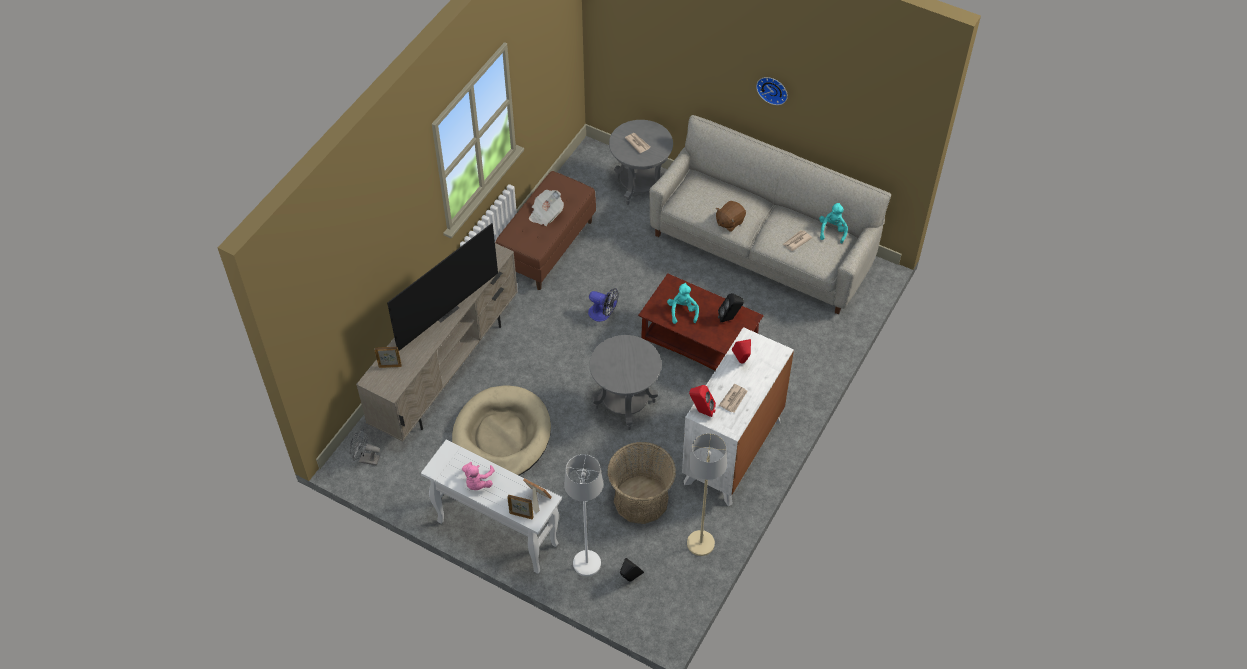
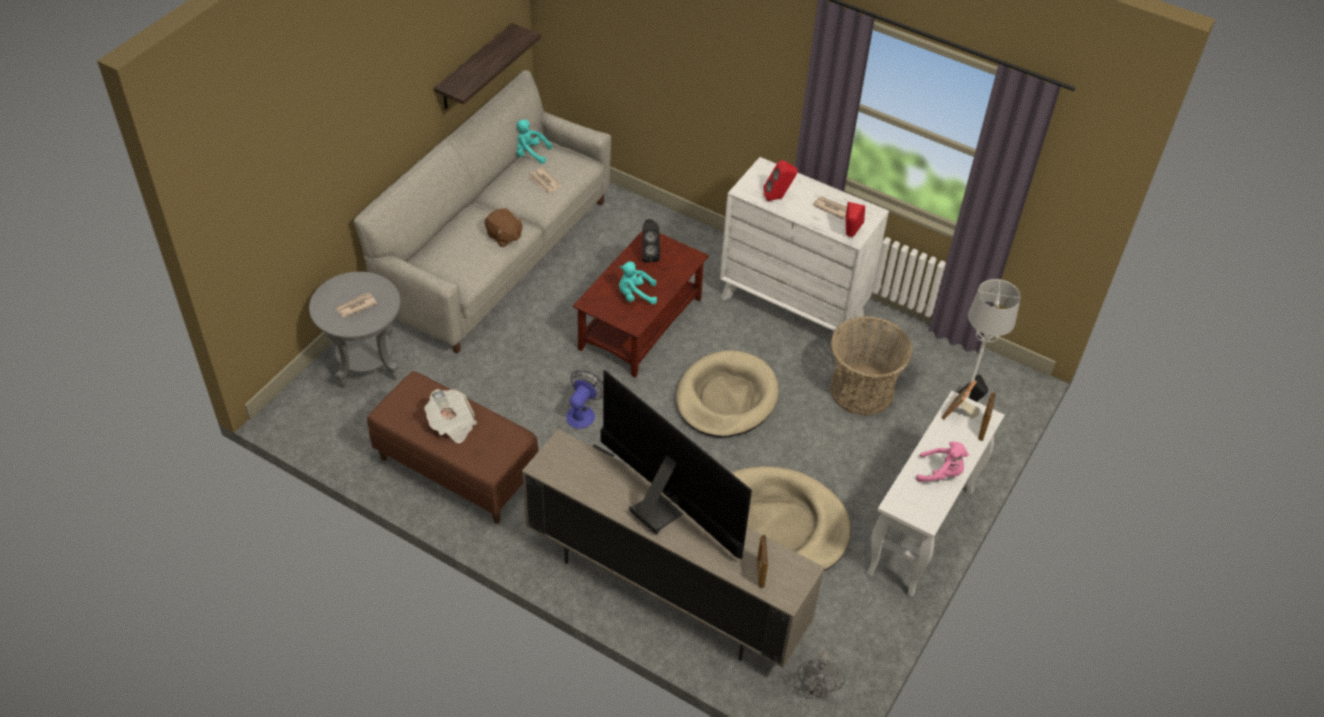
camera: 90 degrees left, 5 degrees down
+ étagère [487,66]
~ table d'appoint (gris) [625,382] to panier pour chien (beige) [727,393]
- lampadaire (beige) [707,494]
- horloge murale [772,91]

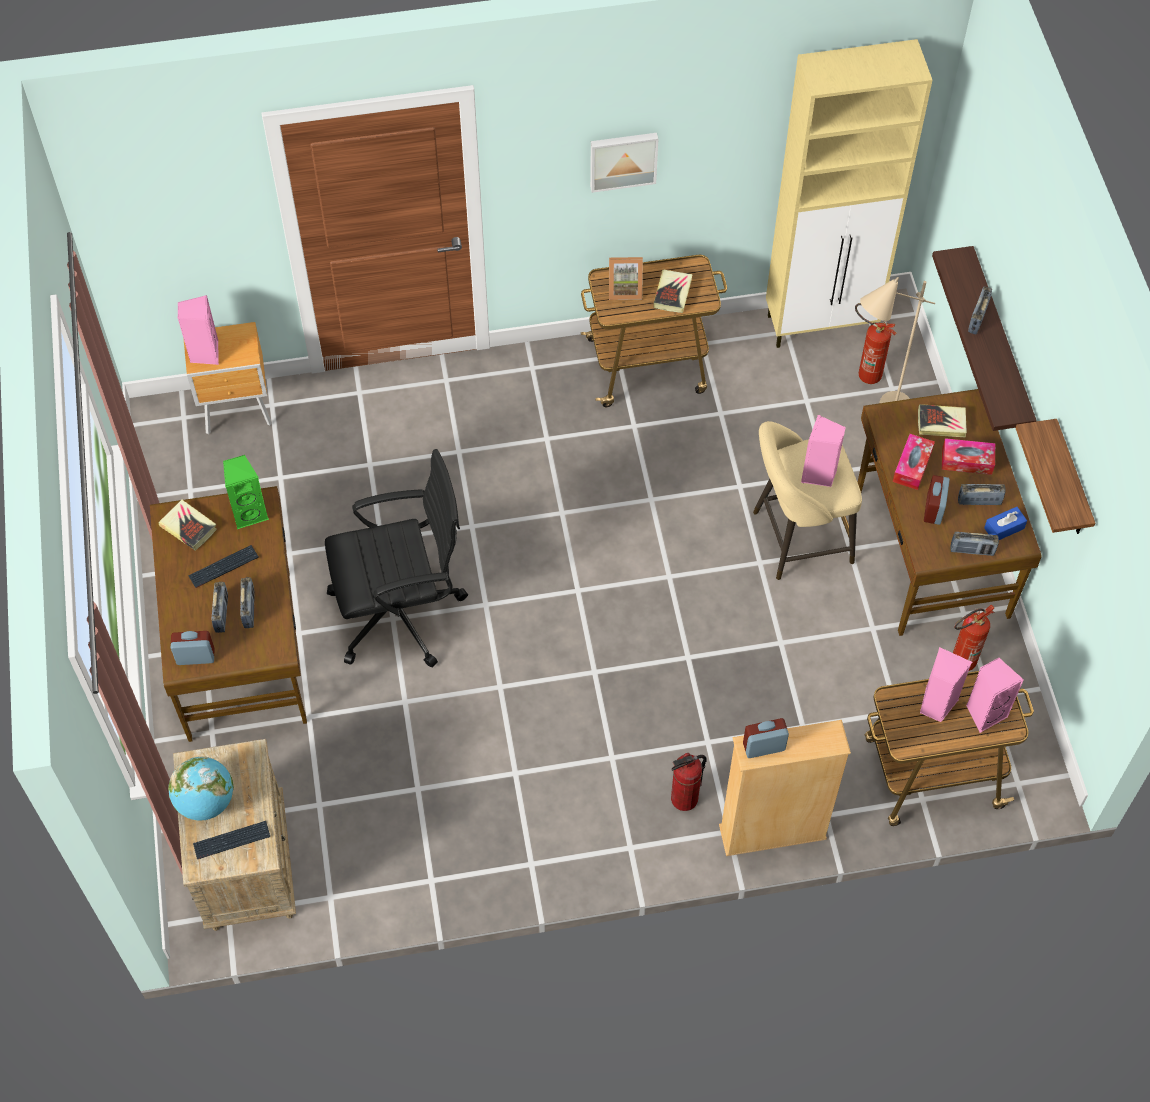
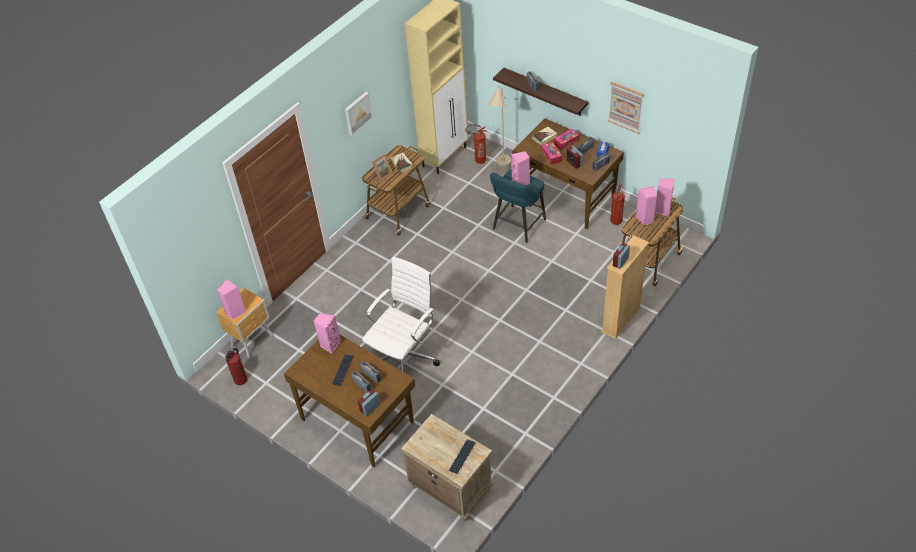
camera: 40 degrees left, 10 degrees down
~ extincteur [688,782] to [236,366]
~ enceinte (vert) [246,492] to enceinte (rose) [327,333]
~ chaise de bureau (noir) [396,558] to chaise de bureau (blanc) [401,314]
~ tabouret (beige) [807,500] to tabouret (turquoise) [518,206]
~ étagère [1055,476] to tableau [626,108]
- livre [188,525]
- globe [201,788]

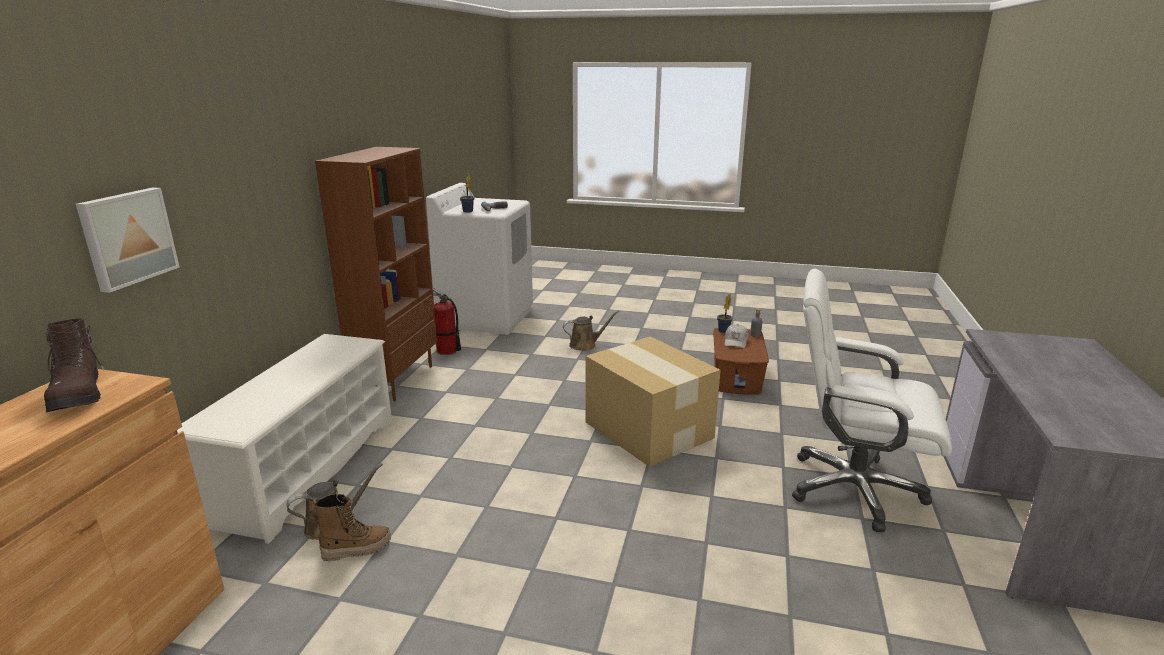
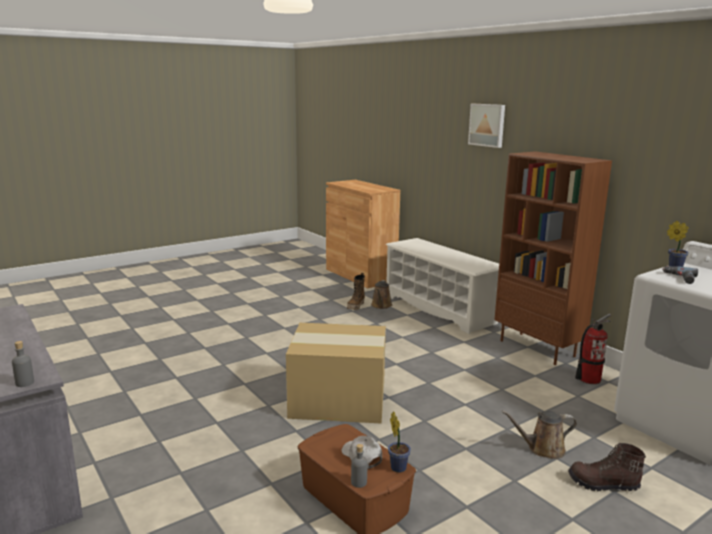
camera: 130 degrees right, 5 degrees down
+ bouteille (gris) [23,364]
~ tableau [128,240] to [486,126]
~ arrosoir (marron) [591,331] = [539,434] 60 degrees clockwise
~ botte (marron) [74,365] to [607,467]
- chaise de bureau (blanc) [872,400]

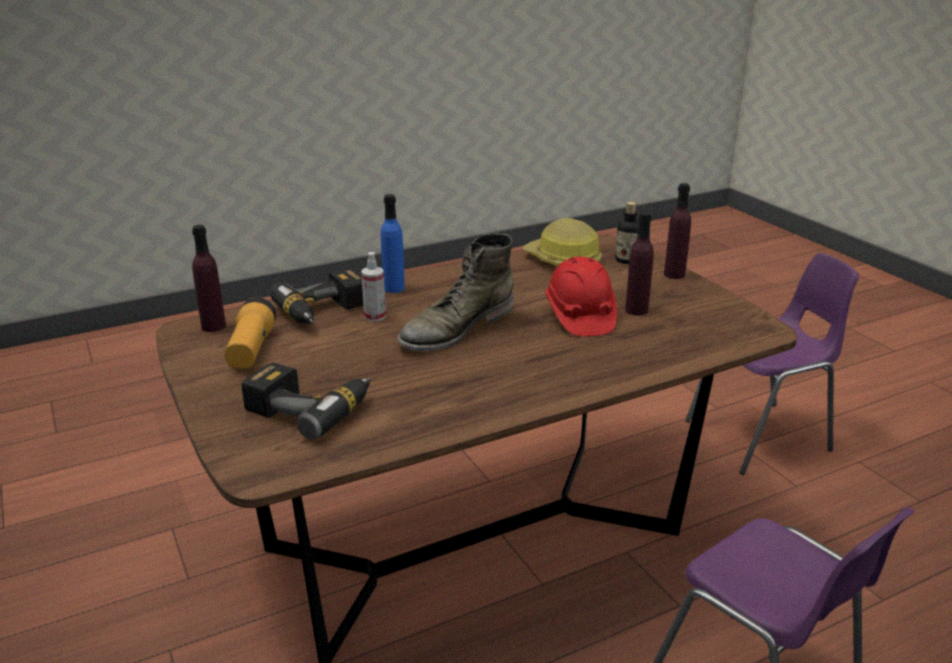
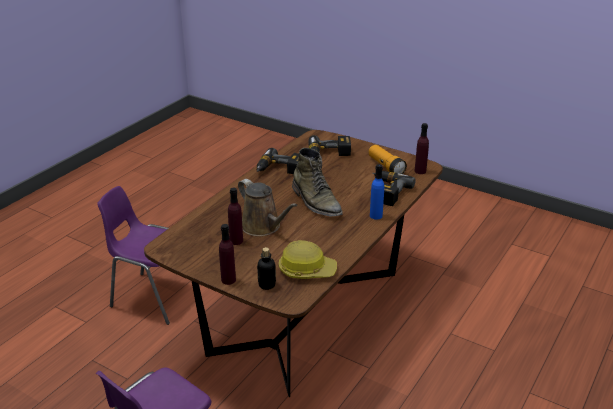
camera: 150 degrees right, 5 degrees up
~ casque de chantier (rouge) [581,297] to arrosoir (marron) [267,207]
+ perceuse [278,161]
~ botte (vert) [455,292] = [317,182] 135 degrees clockwise
- vaporisateur [373,287]

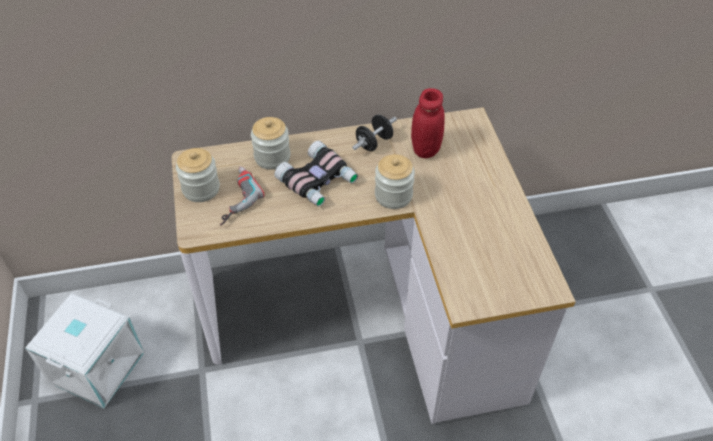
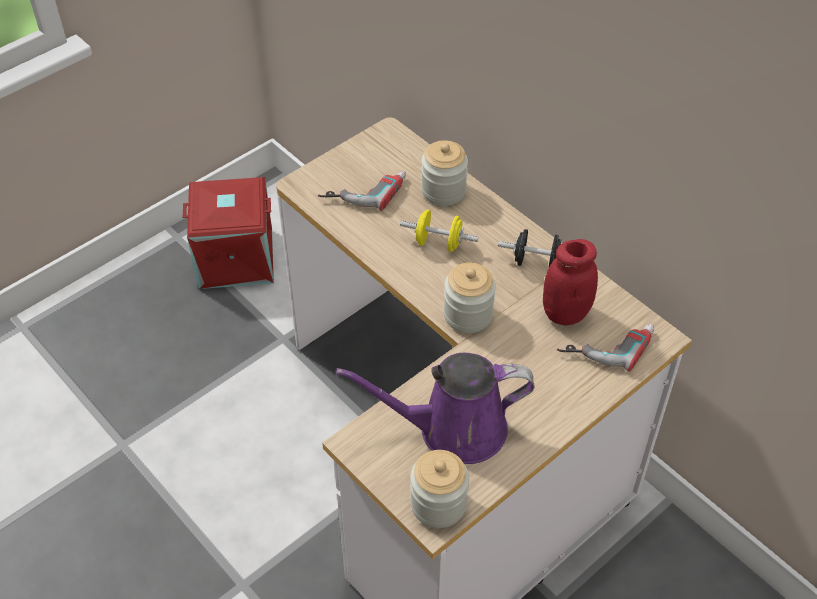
camera: 60 degrees right, 0 degrees up
~ boîte de rangement (blanc) [84,350] to boîte de rangement (rouge) [228,233]
+ arrosoir (violet) [435,408]
~ jumelles [316,174] to haltère (jaune) [439,231]
~ bocal [198,175] to [439,489]
+ perceuse [605,347]

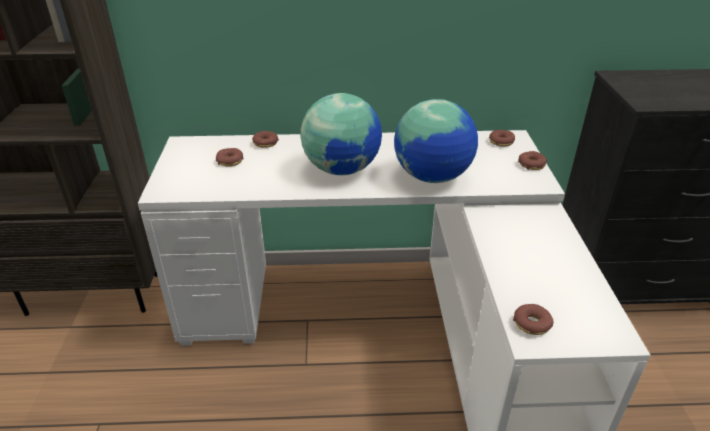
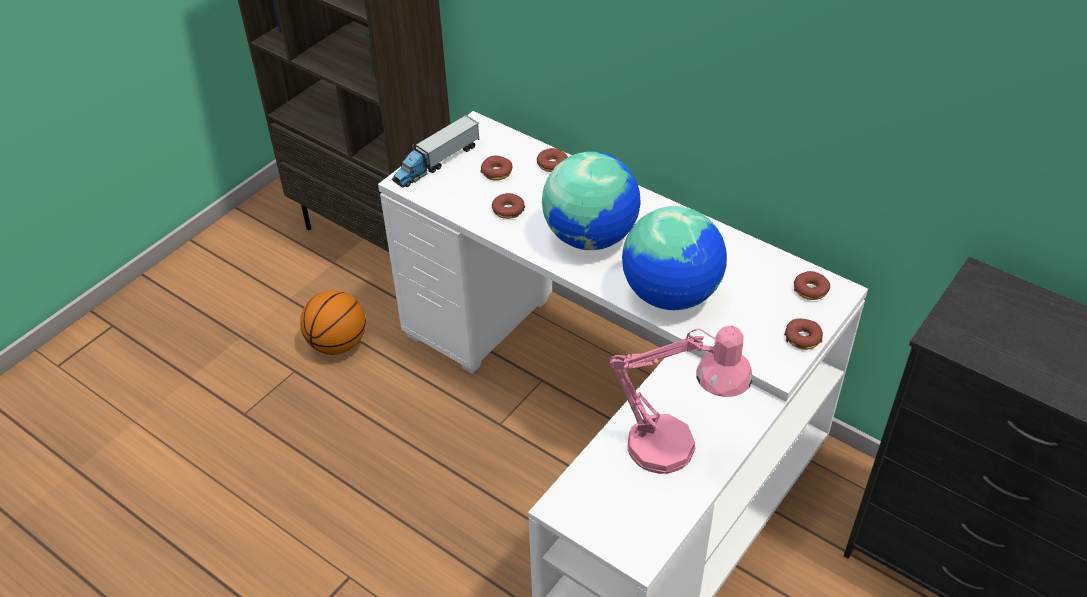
camera: 40 degrees right, 10 degrees up
+ ballon de basket [333,322]
+ camion jouet [436,151]
~ beignet [533,319] to [508,206]
+ lampe de table (rose) [680,399]

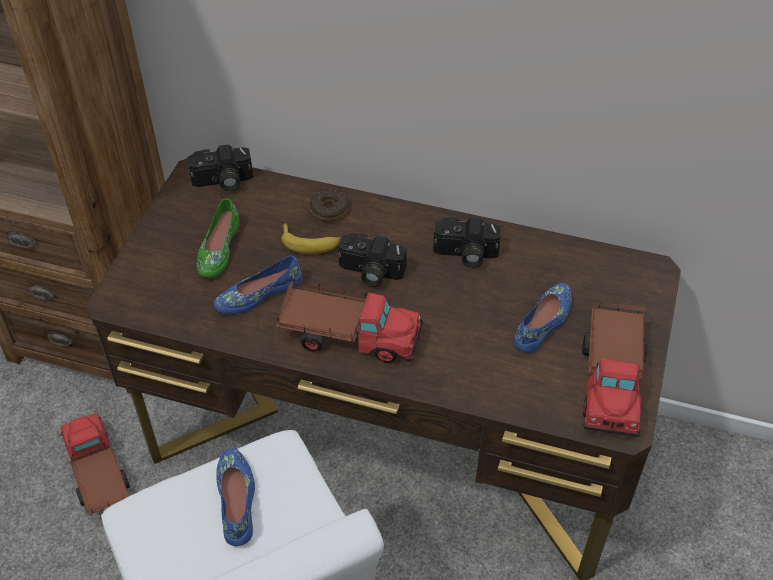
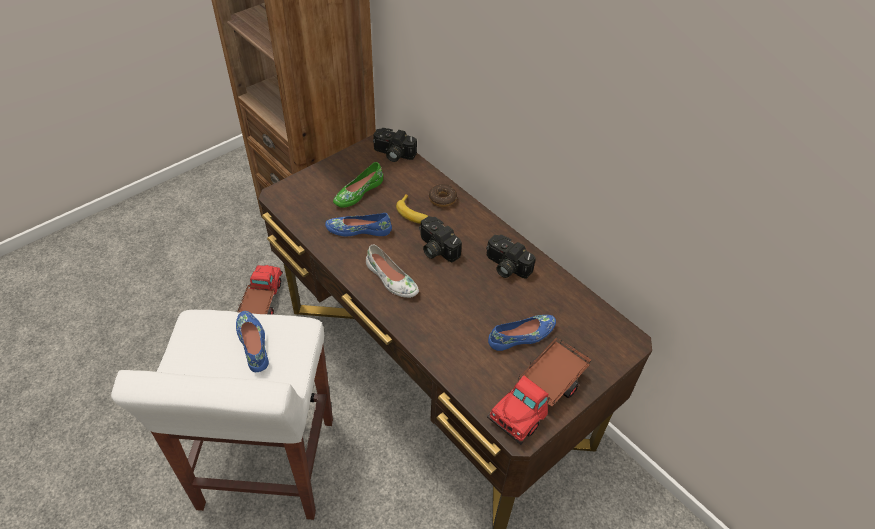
camera: 30 degrees right, 0 degrees up
~ chaussure (bleu) [235,497] = [252,341] 45 degrees counterclockwise
~ camion jouet [349,321] to chaussure (blanc) [392,271]

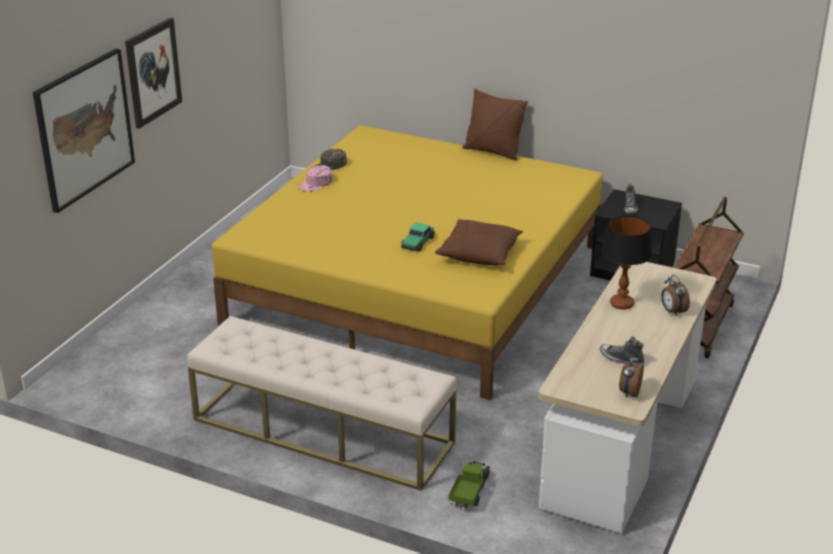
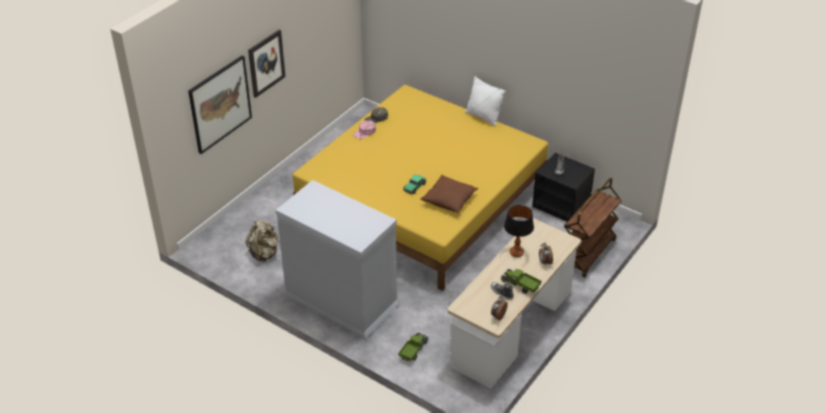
camera: 10 degrees right, 10 degrees up
+ sac à dos (beige) [262,241]
~ banc (beige) [321,403] to commode (blanc) [337,260]
~ coussin (marron) [495,124] to coussin (blanc) [485,101]
+ camion jouet [521,281]

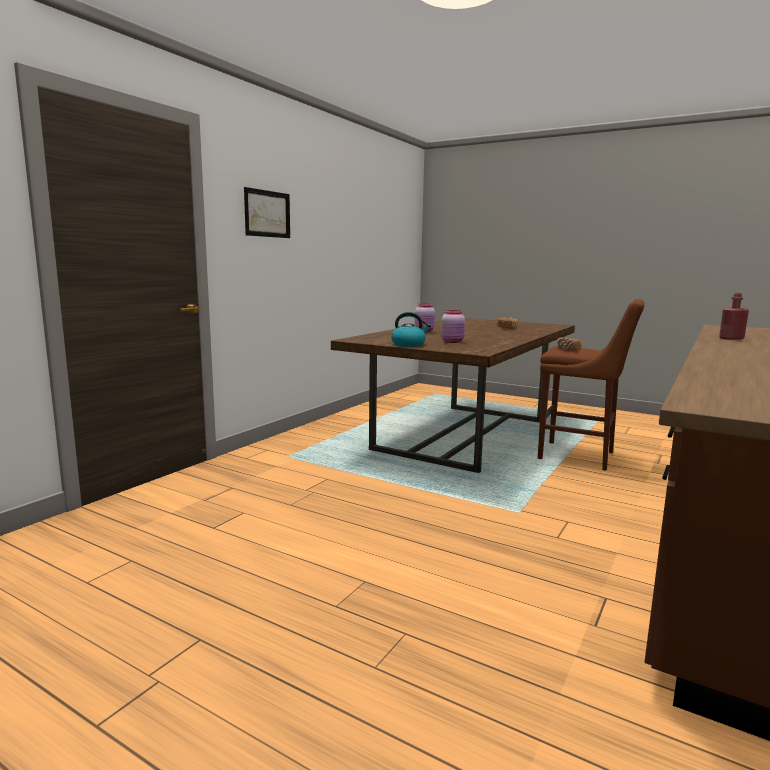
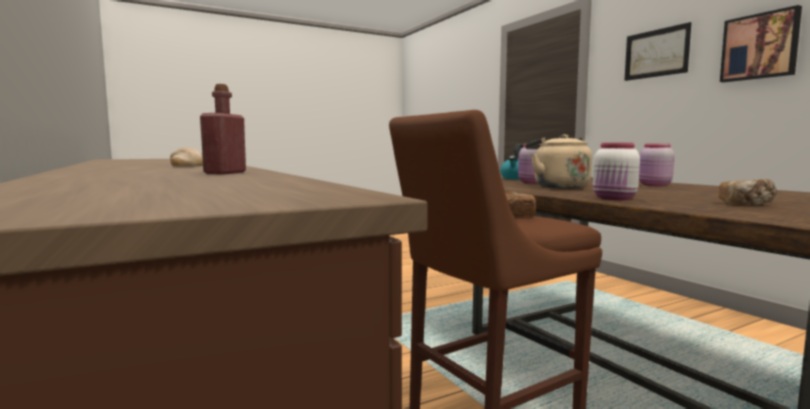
camera: 120 degrees right, 5 degrees down
+ pain [186,157]
+ bouilloire (beige) [558,161]
+ bocal (blanc) [616,171]
+ tableau [761,43]

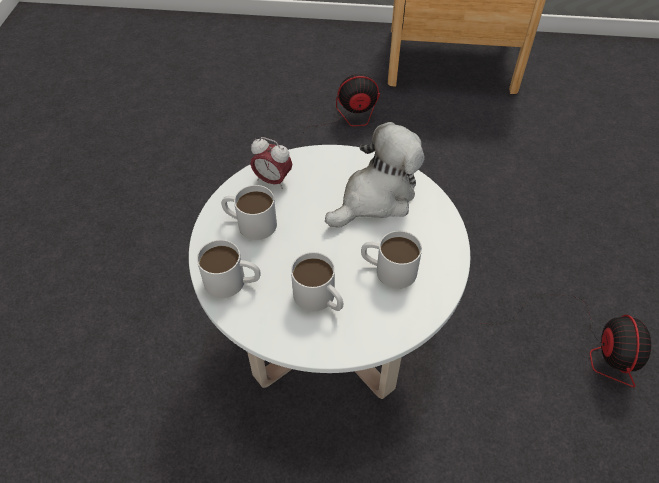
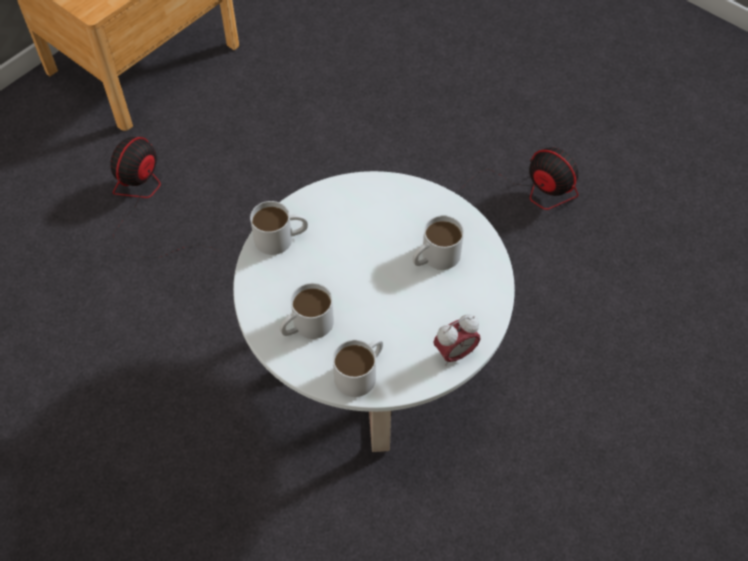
camera: 55 degrees left, 5 degrees up
~ mug (blanc) [317,281] to [279,228]
~ réveil [271,163] to [457,340]
- peluche [375,175]

